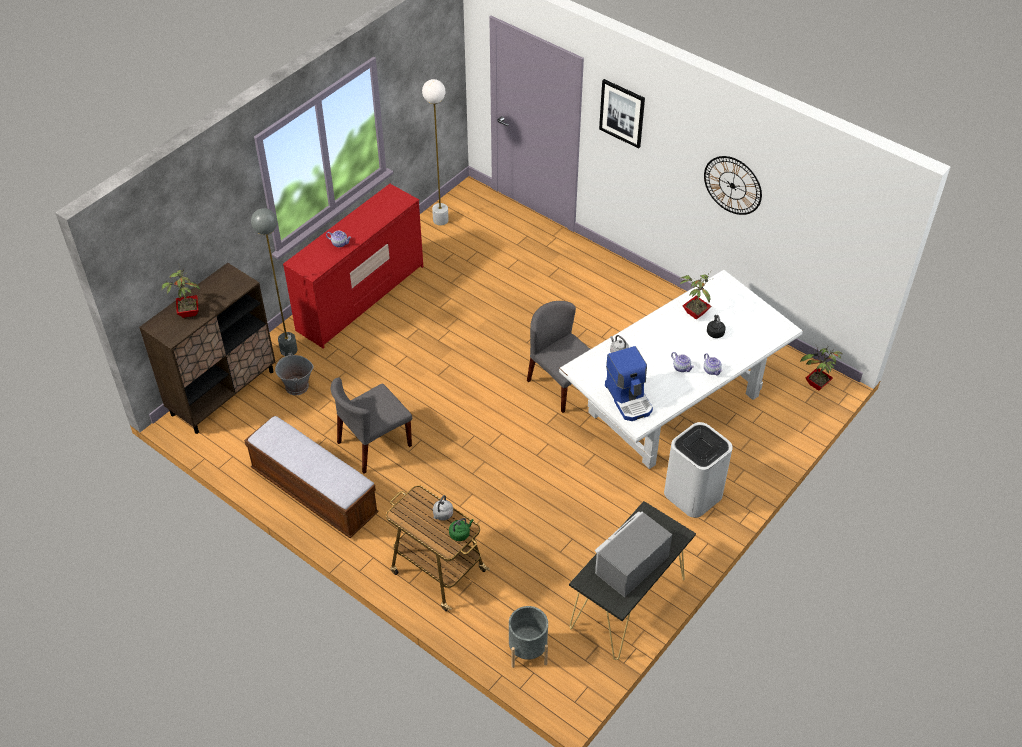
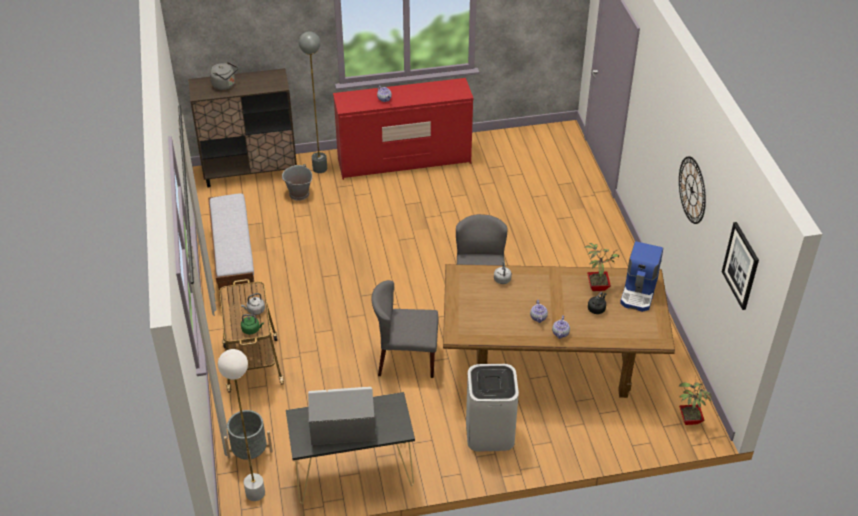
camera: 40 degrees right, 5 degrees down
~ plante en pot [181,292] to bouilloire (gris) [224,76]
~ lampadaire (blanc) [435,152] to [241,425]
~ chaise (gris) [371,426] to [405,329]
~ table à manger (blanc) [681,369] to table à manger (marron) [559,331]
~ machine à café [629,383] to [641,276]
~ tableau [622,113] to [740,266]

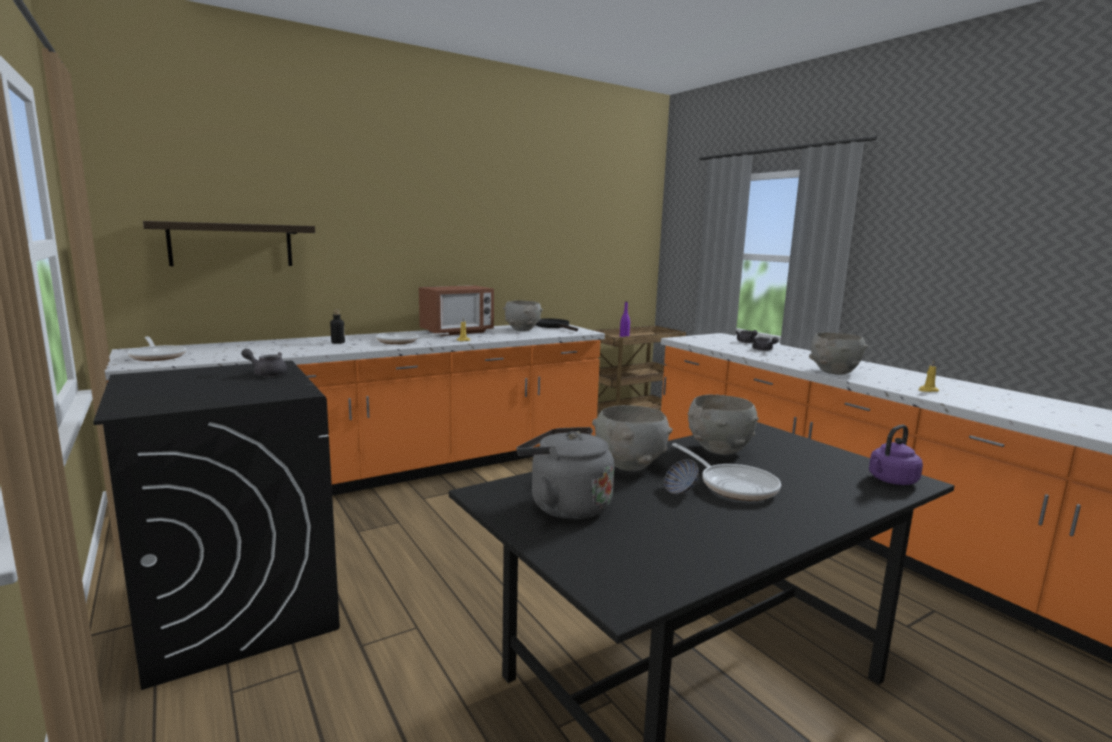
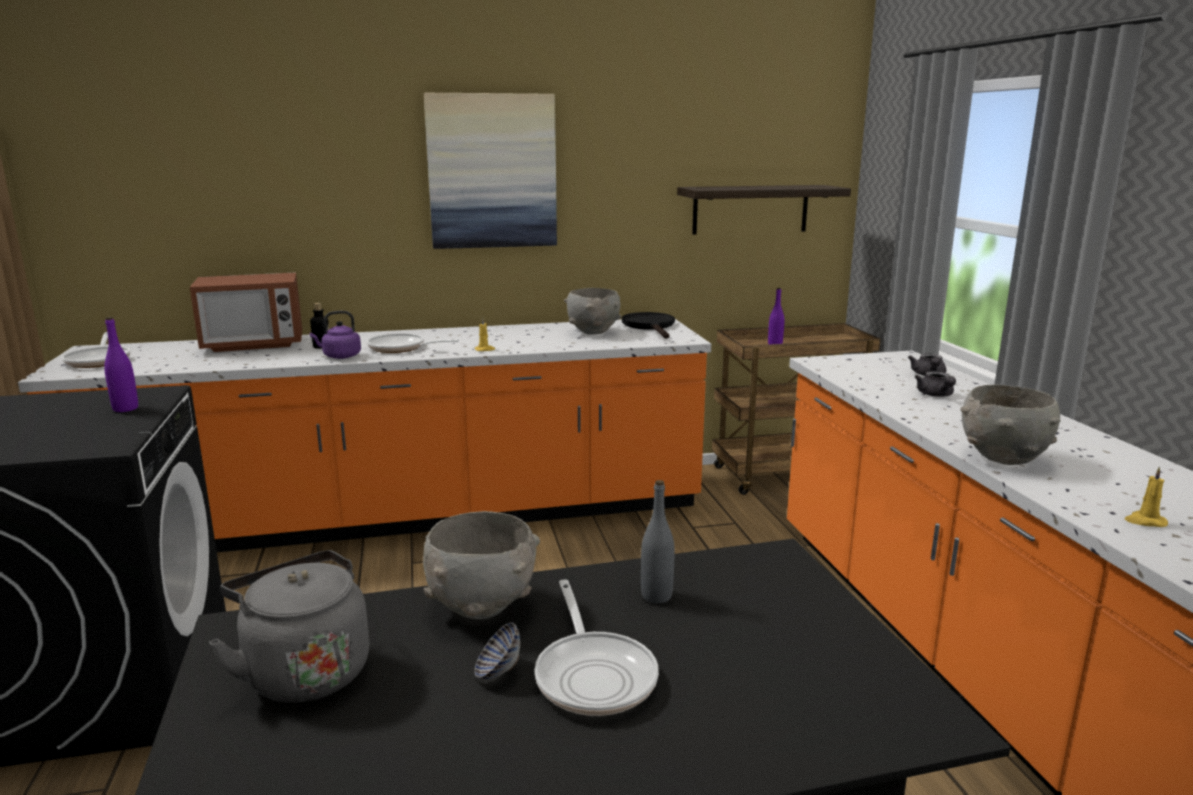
camera: 20 degrees right, 5 degrees up
~ théière (gris) [264,363] to bouteille (violet) [121,364]
~ micro-ondes [456,310] to [246,312]
~ bouilloire (violet) [896,455] to [335,335]
+ tableau [490,171]
~ bol (gris) [723,424] to bouteille (gris) [658,541]
~ étagère [229,243] to [764,210]

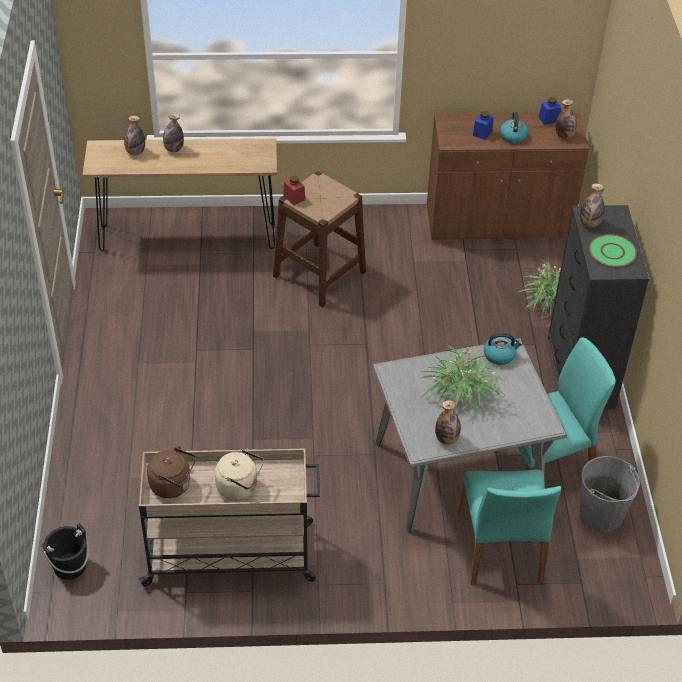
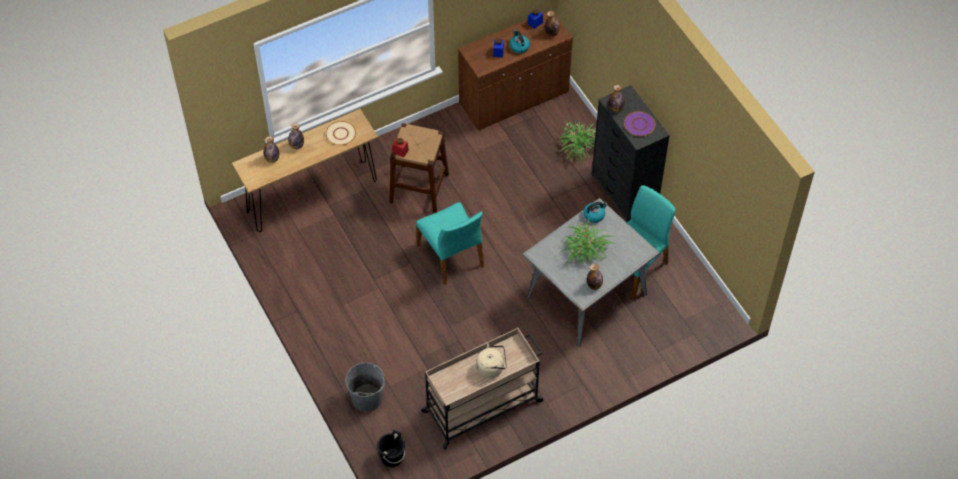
camera: 25 degrees left, 10 degrees up
+ assiette (beige) [341,133]
~ seau (gris) [609,494] to [365,387]
~ chaise (turquoise) [509,527] to [450,243]
~ assiette (vert) [613,251] to assiette (violet) [639,123]
- bouilloire (marron) [171,472]

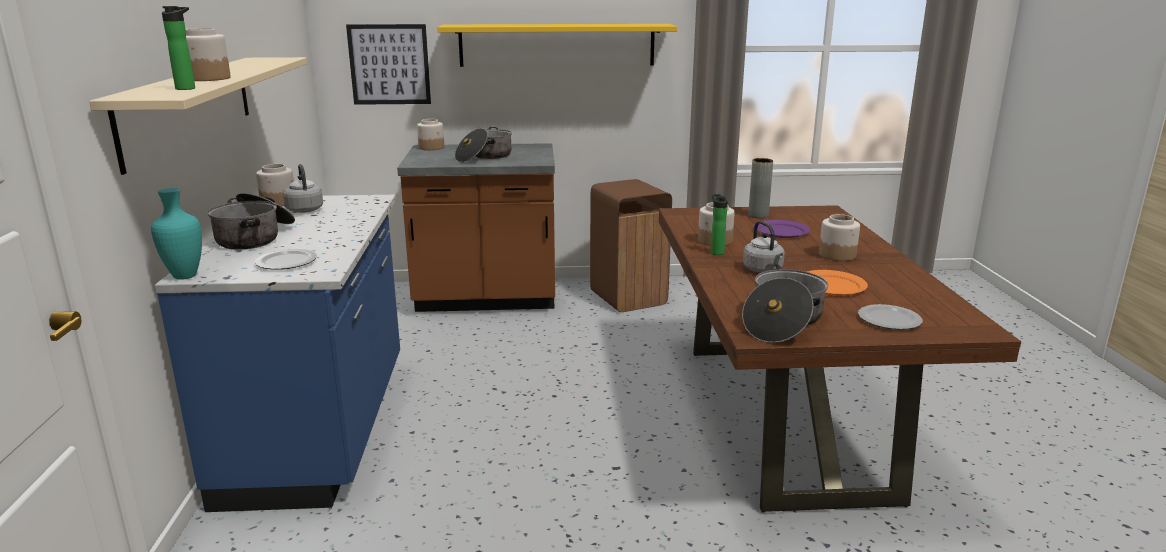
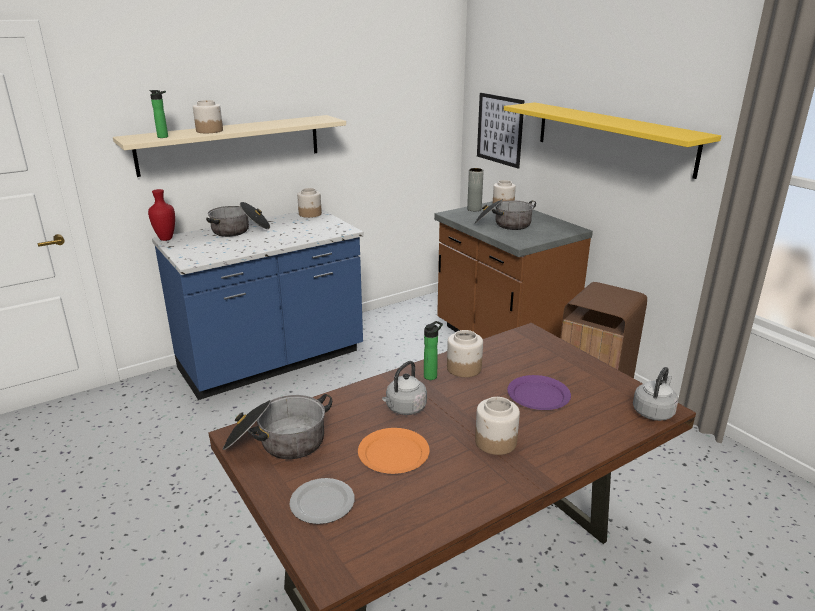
camera: 60 degrees right, 5 degrees up
~ vase (turquoise) [176,234] to vase (rouge) [161,215]
~ vase (gris) [760,188] to [475,189]
~ bouilloire (gris) [303,188] to [655,394]
- assiette [286,259]

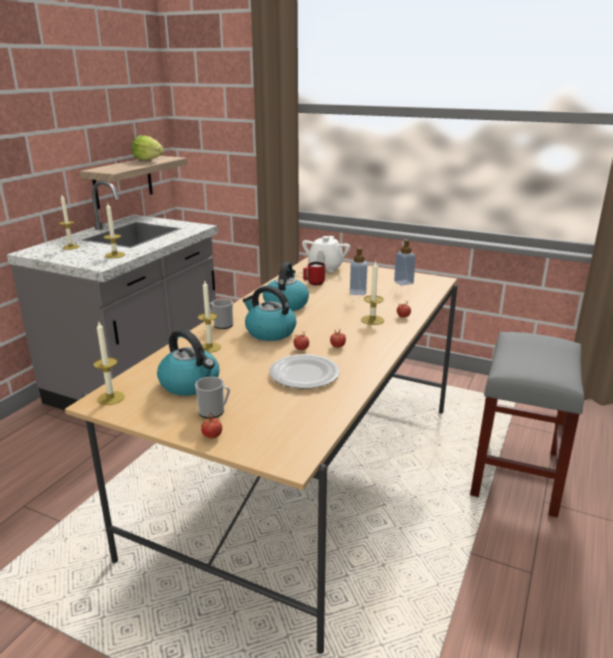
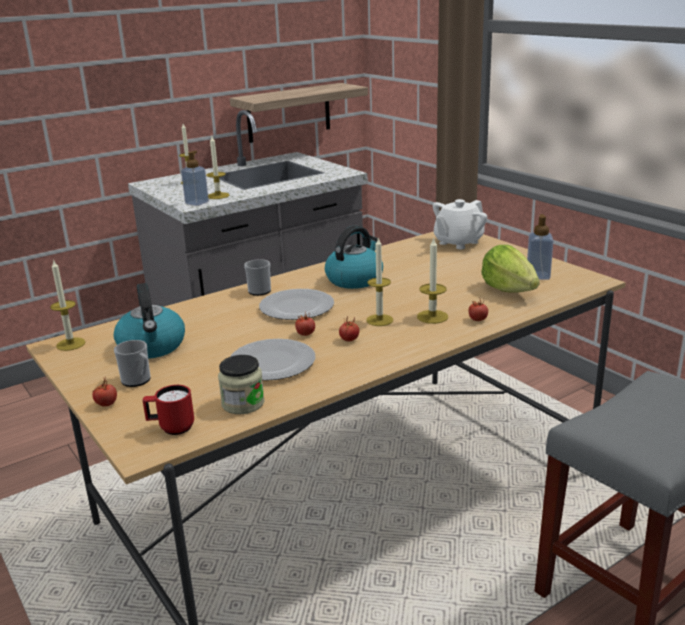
camera: 30 degrees right, 0 degrees up
~ mug (rouge) [314,273] to [168,410]
~ distributeur de savon [358,271] to [195,178]
+ bocal [241,384]
~ bouilloire [269,313] to assiette [296,304]
~ bougie [209,317] to [379,281]
~ laitue [147,147] to [510,269]

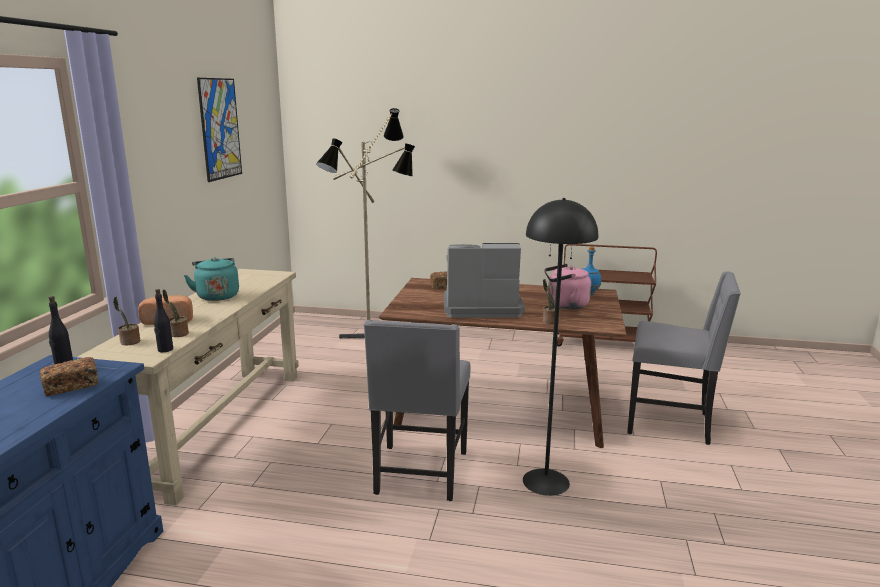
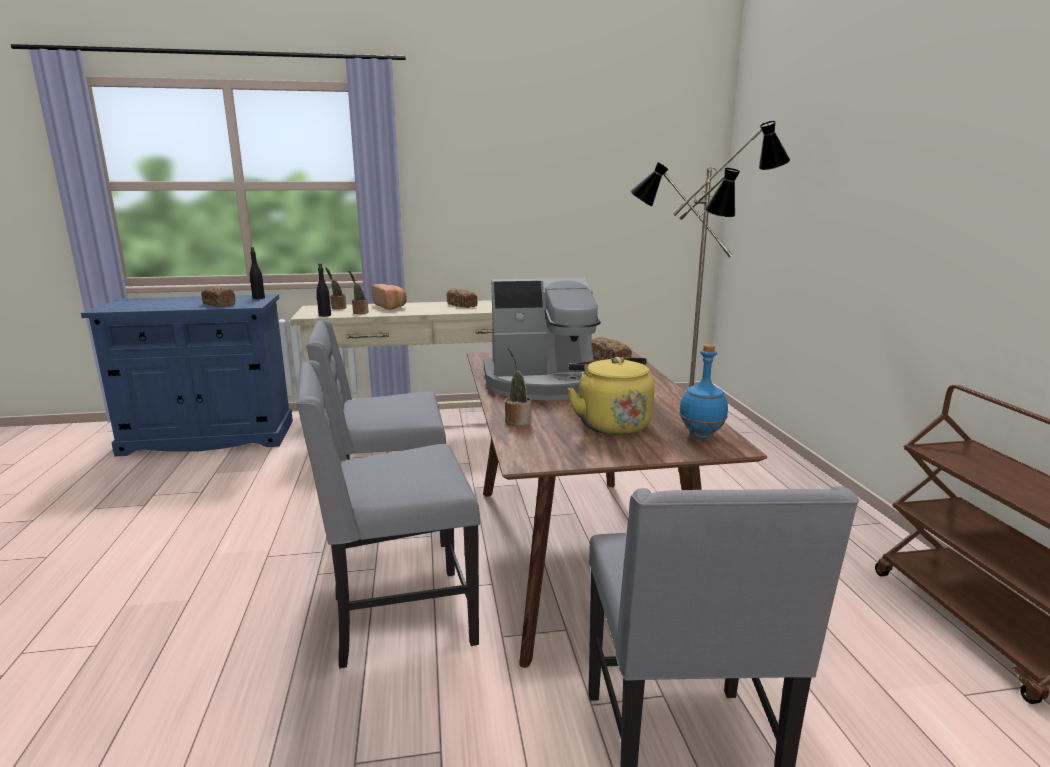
camera: 70 degrees right, 0 degrees up
~ lampadaire (noir) [560,347] to chaise (gris) [388,514]
~ bouilloire (turquoise) [211,279] to pain [462,298]
~ machine à café [484,280] = [542,339] 105 degrees clockwise
~ bouilloire (rose) [567,286] to bouilloire (jaune) [610,396]
- tableau [219,130]

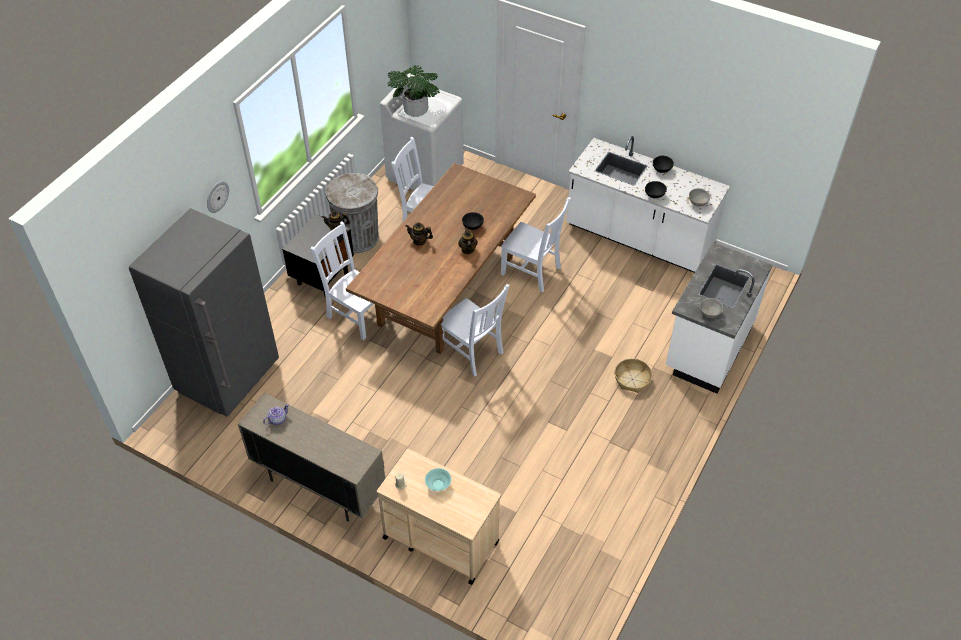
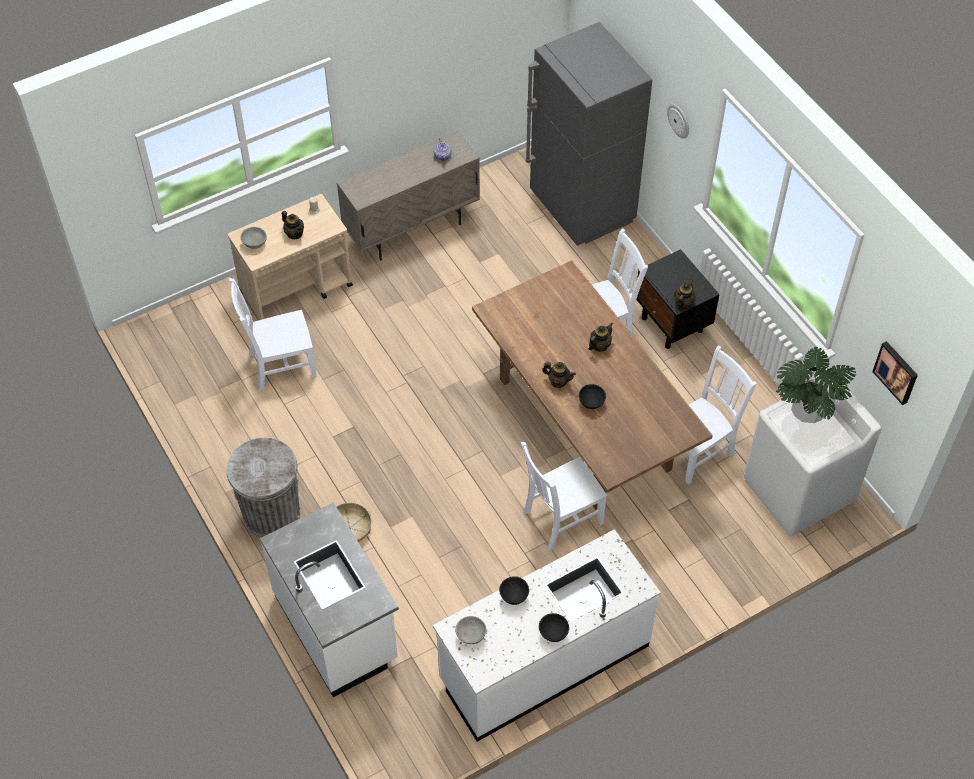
camera: 120 degrees right, 5 degrees up
~ poubelle (gris) [352,213] to [264,487]
~ chaise (blanc) [475,330] to [273,334]
~ bol (gris) [711,308] to [254,238]
~ bol (turquoise) [438,479] to théière [293,225]
+ tableau [895,373]

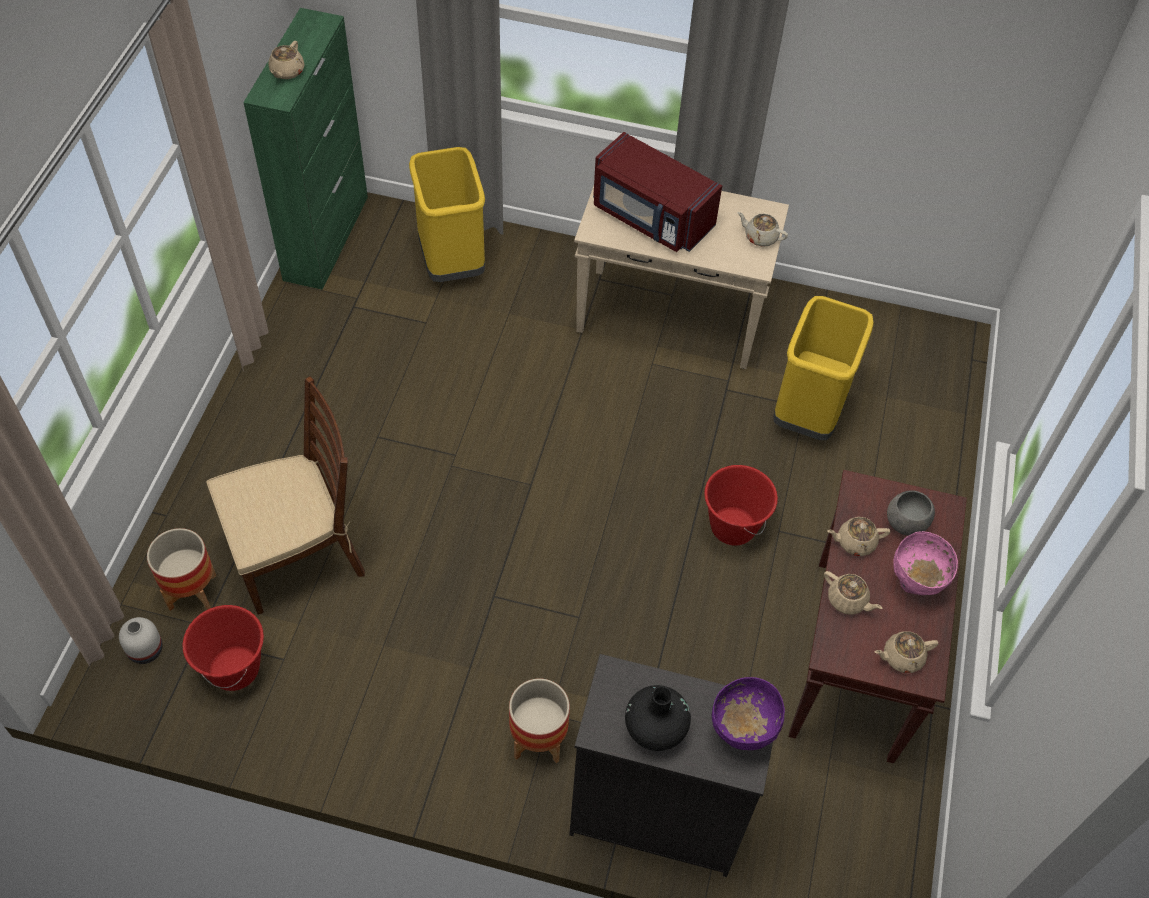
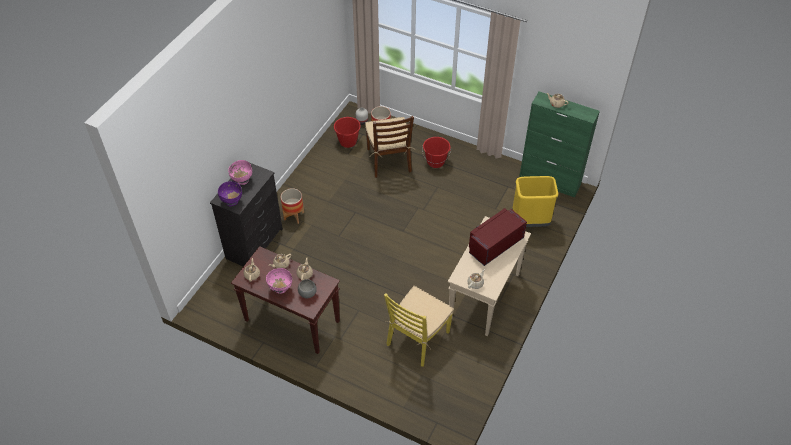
camera: 105 degrees right, 5 degrees down
~ vase (noir) [658,718] to bol (rose) [240,172]
~ poubelle (jaune) [823,368] to chaise (jaune) [419,326]
~ seau (rouge) [741,505] to [436,152]

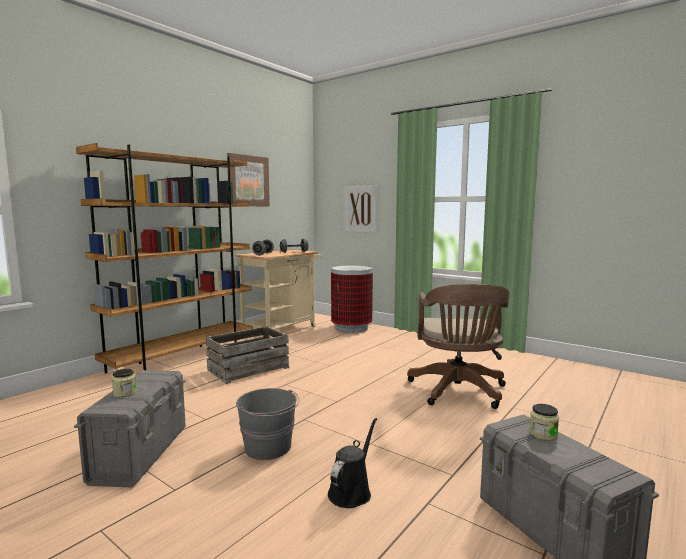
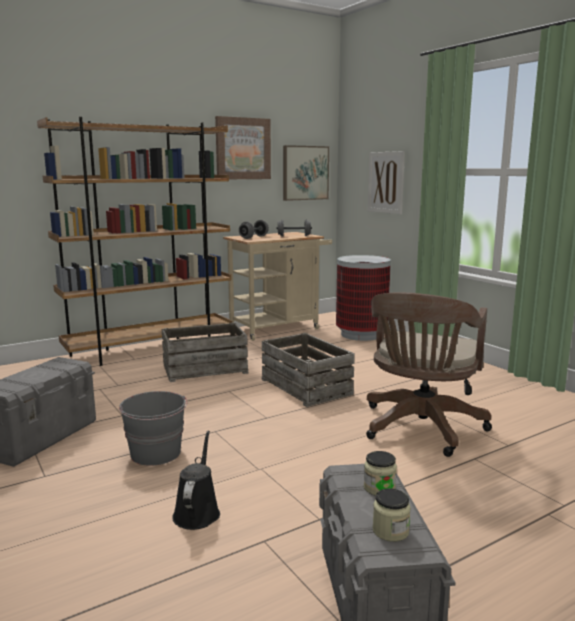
camera: 20 degrees right, 5 degrees up
~ arrosoir (noir) [352,463] = [196,480] 45 degrees counterclockwise
+ caisse [308,370]
+ tableau [306,173]
~ bocal [124,383] to [391,515]

